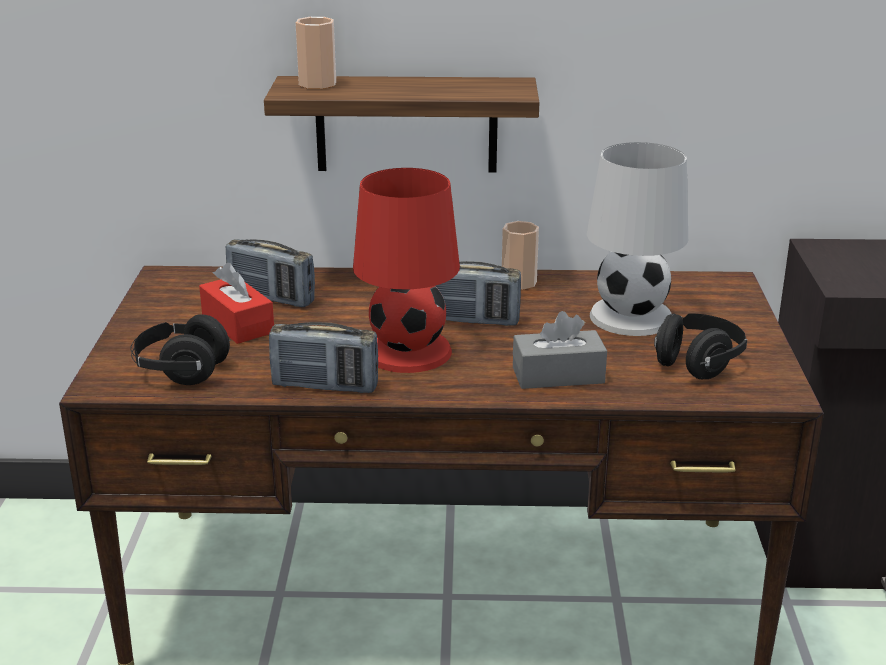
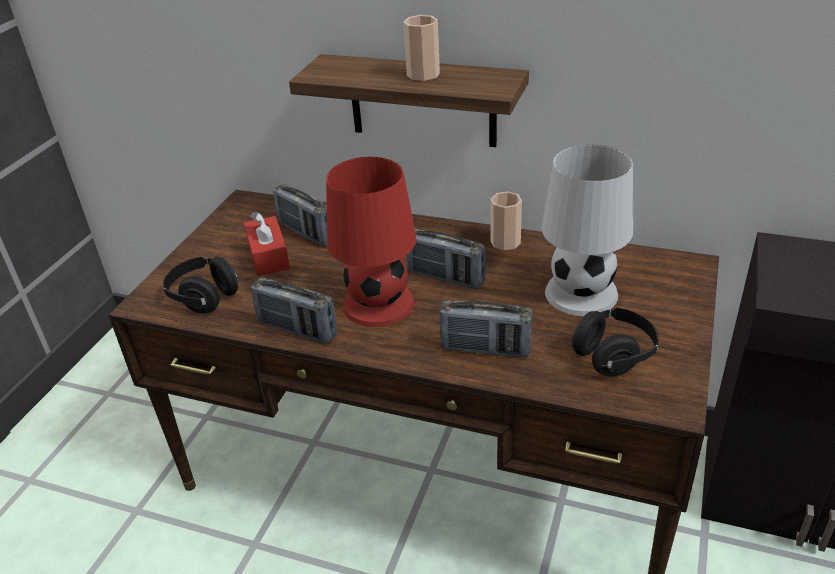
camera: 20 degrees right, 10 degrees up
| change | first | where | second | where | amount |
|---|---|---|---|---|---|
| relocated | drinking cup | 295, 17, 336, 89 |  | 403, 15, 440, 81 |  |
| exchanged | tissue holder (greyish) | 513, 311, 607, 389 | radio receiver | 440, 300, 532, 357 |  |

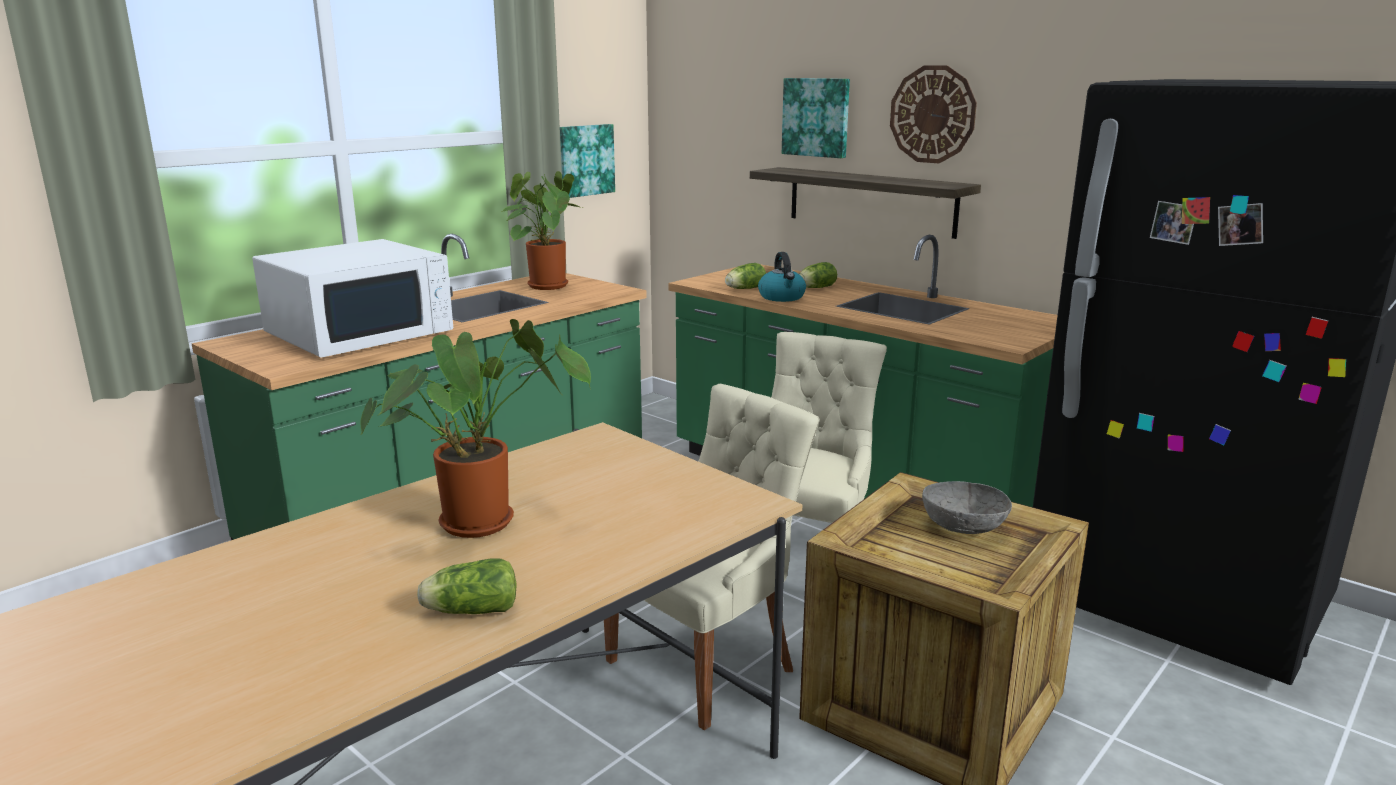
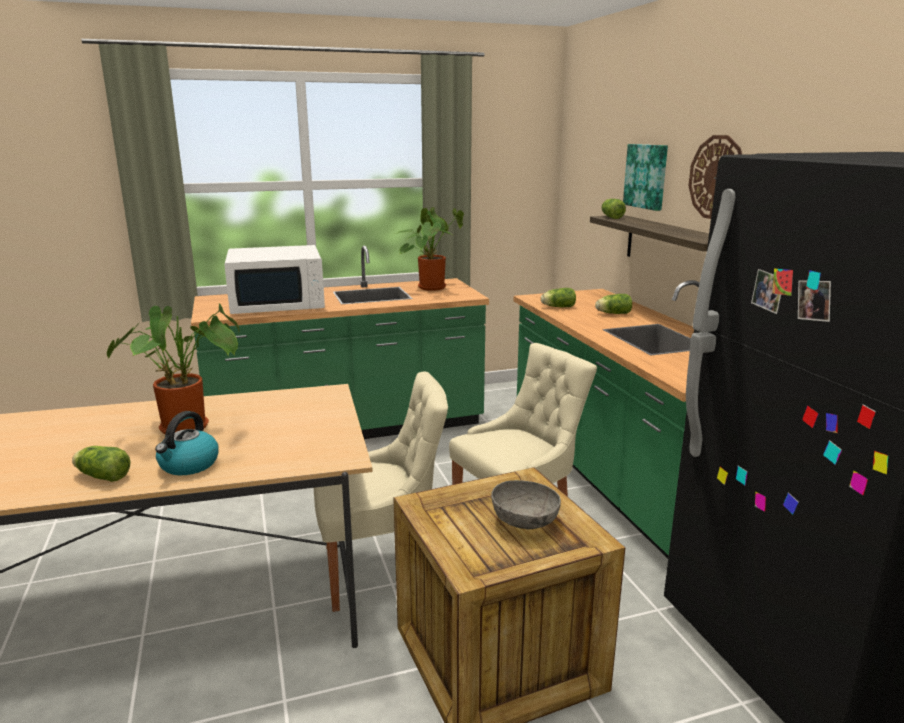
camera: 30 degrees right, 0 degrees up
| change | first | where | second | where | amount |
|---|---|---|---|---|---|
| missing | picture | 560, 124, 615, 198 |  |  |  |
| relocated | tea kettle | 758, 252, 806, 302 |  | 155, 411, 219, 475 |  |
| appeared |  |  | lettuce | 601, 199, 626, 219 |  |

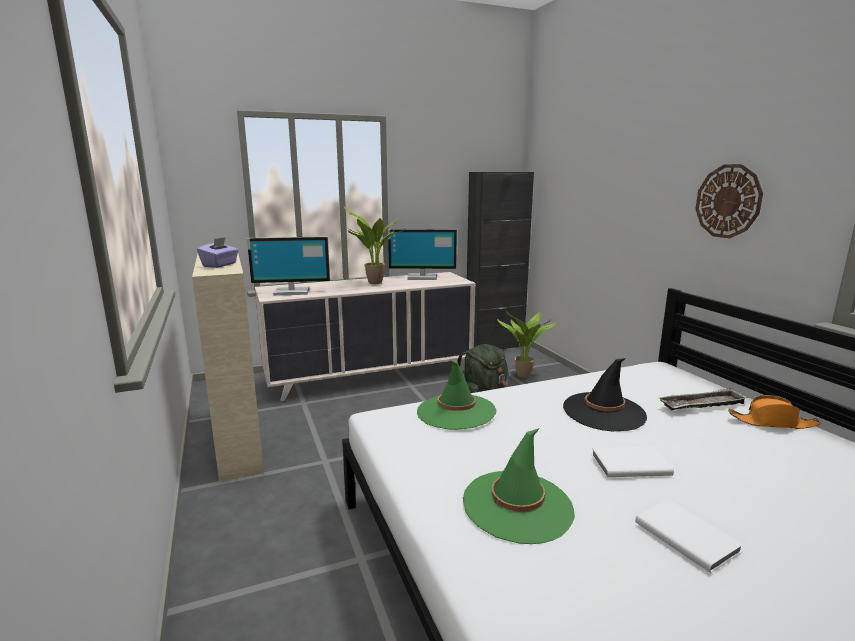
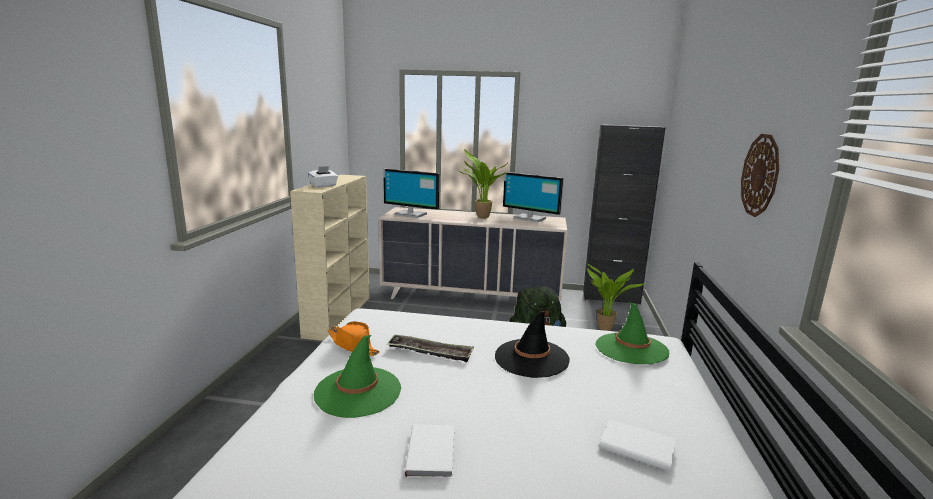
camera: 30 degrees right, 0 degrees up
| change | first | where | second | where | amount |
|---|---|---|---|---|---|
| colour | tissue holder (purplish) | 197, 237, 239, 268 | tissue holder (whitish) | 308, 166, 338, 187 |  |
| relocated | hat (greenish) | 417, 361, 496, 430 |  | 595, 302, 669, 364 |  |
| relocated | serving tray | 659, 388, 747, 410 |  | 387, 334, 474, 362 |  |
| relocated | hat (orange-coloured) | 728, 395, 821, 429 |  | 328, 321, 380, 356 |  |
| relocated | volume (whitish) | 591, 447, 674, 477 |  | 599, 419, 676, 471 |  |

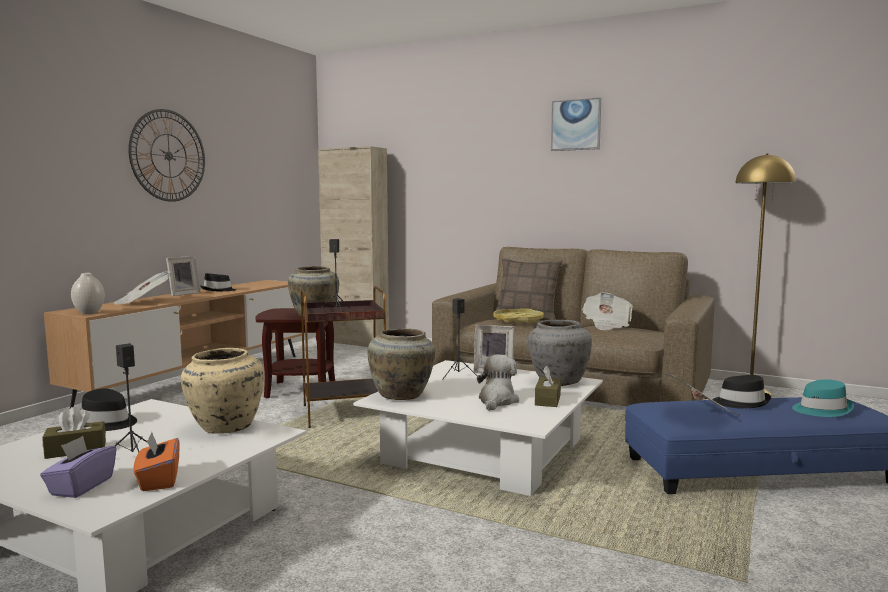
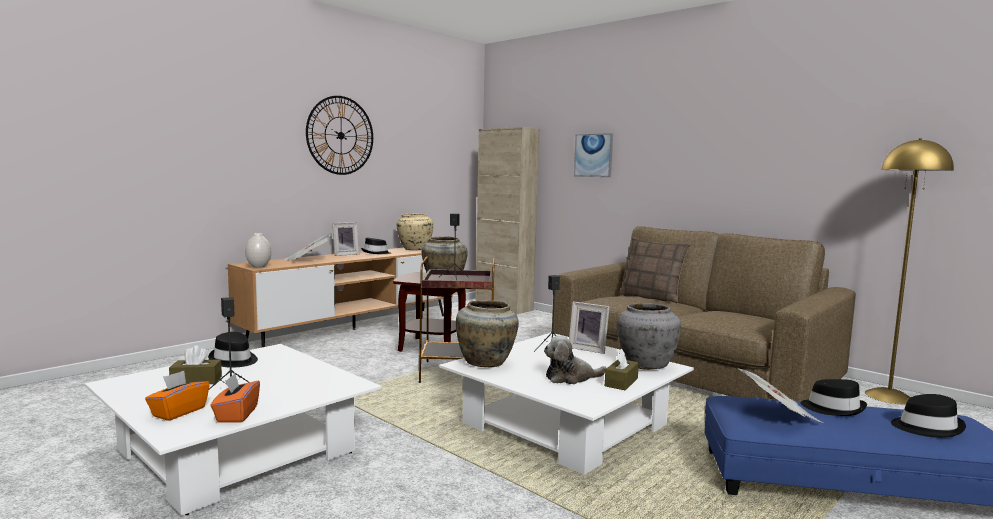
camera: 15 degrees right, 0 degrees up
| change | first | where | second | where | amount |
|---|---|---|---|---|---|
| relocated | picture | 551, 97, 601, 151 |  | 574, 133, 613, 177 |  |
| missing | daily paper | 582, 292, 633, 330 |  |  |  |
| missing | serving tray (yellow-coloured) | 494, 308, 544, 324 |  |  |  |
| relocated | decorative vase (beige-coloured) | 181, 348, 264, 434 |  | 397, 213, 433, 250 |  |
| spun | plush toy | 477, 355, 519, 411 |  | 544, 335, 606, 384 | 135 degrees counterclockwise |
| colour | hat (blue-green) | 792, 379, 854, 417 | hat (blackish) | 891, 394, 966, 438 |  |
| colour | tissue holder (purplish) | 40, 436, 117, 498 | tissue holder (orange-coloured) | 145, 371, 210, 421 |  |

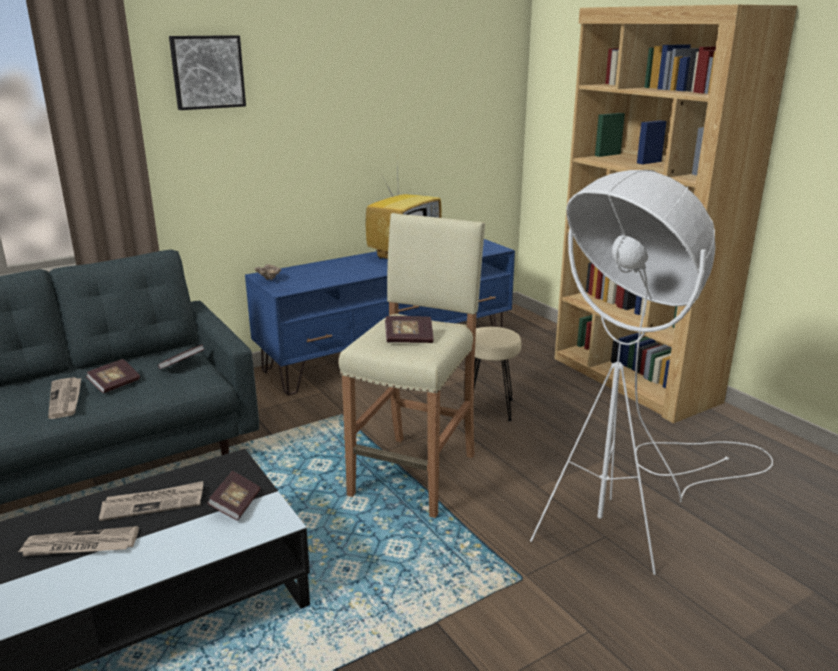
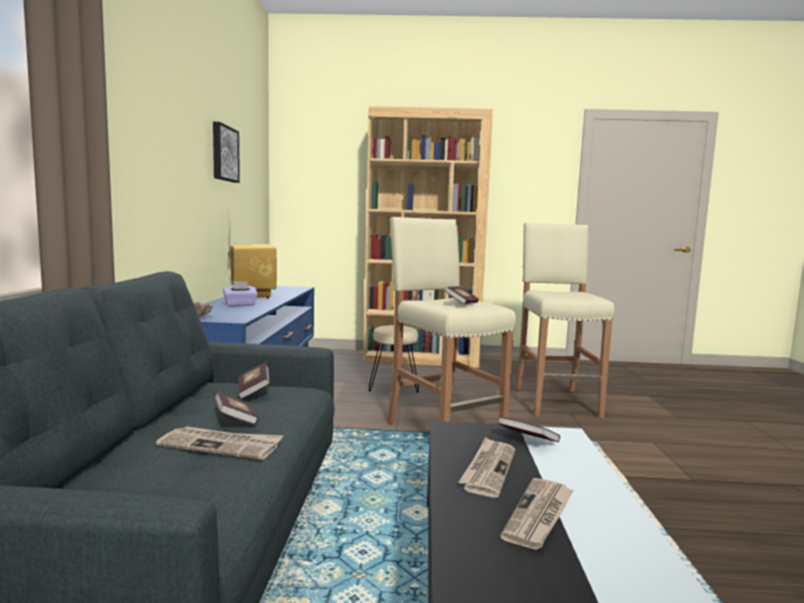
camera: 55 degrees left, 15 degrees down
| change | first | where | second | where | amount |
|---|---|---|---|---|---|
| relocated | picture | 169, 35, 246, 110 |  | 213, 122, 240, 183 |  |
| exchanged | floor lamp (whitish) | 530, 170, 773, 575 | sitting stool (beige-coloured) | 516, 223, 615, 418 |  |
| appeared |  |  | tissue holder (purplish) | 223, 281, 258, 306 |  |

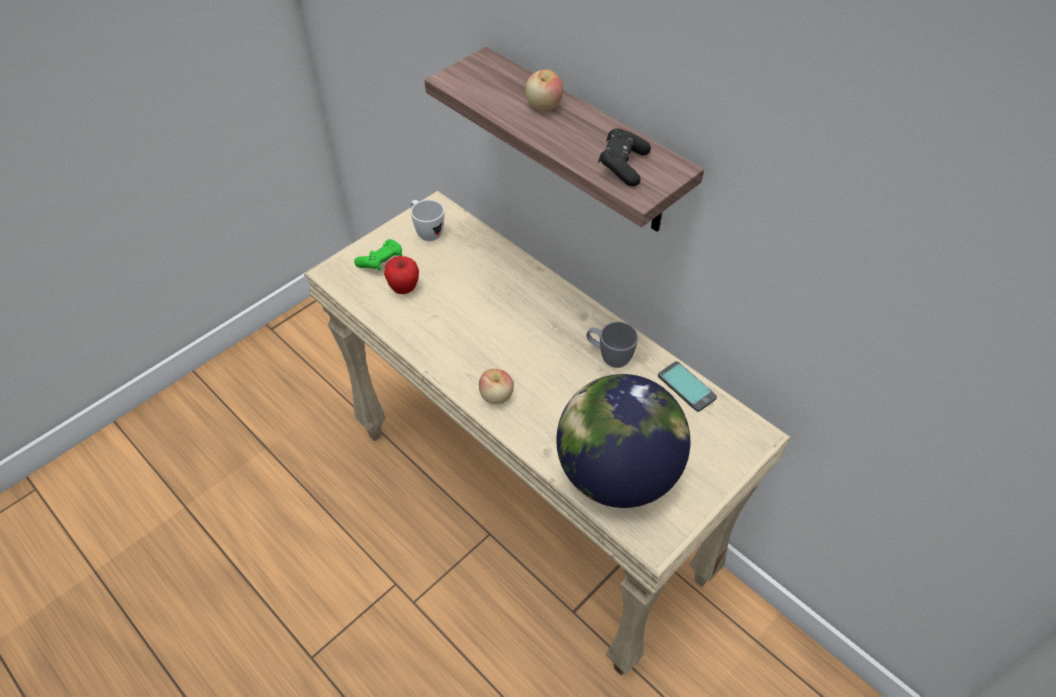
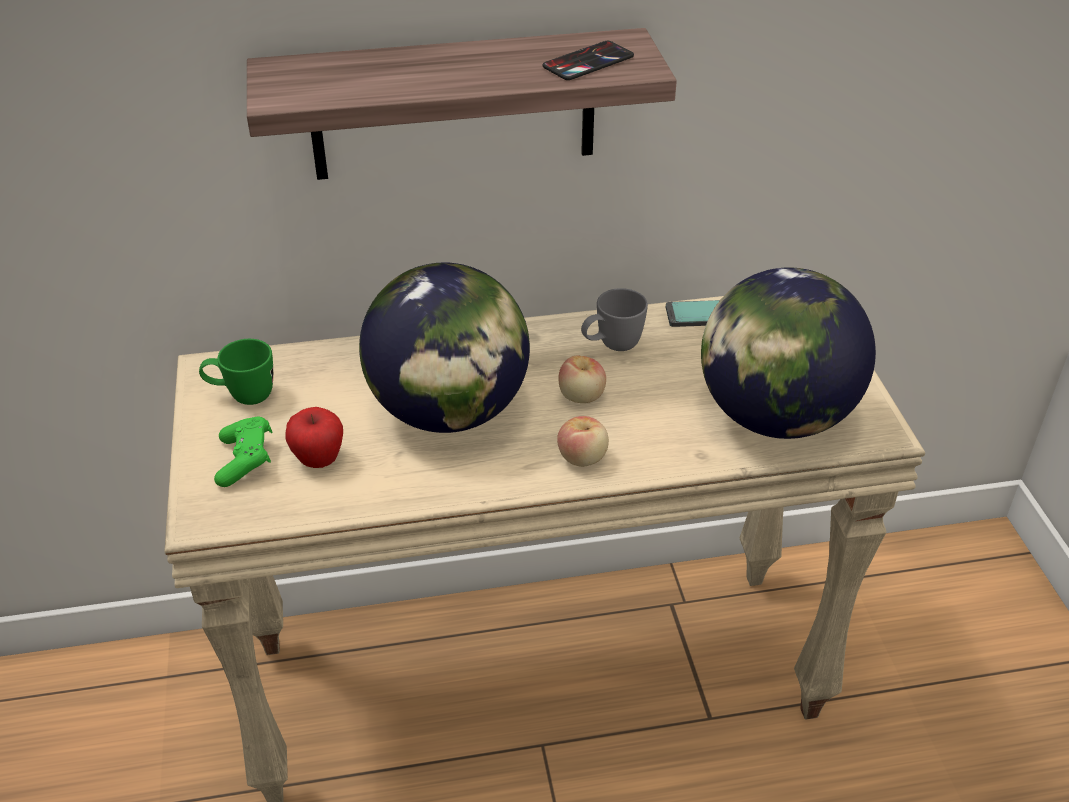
camera: 55 degrees left, 10 degrees down
| change | first | where | second | where | amount |
|---|---|---|---|---|---|
| relocated | apple fruit | 525, 69, 563, 111 |  | 559, 356, 606, 403 |  |
| exchanged | joypad (blackish) | 598, 128, 651, 186 | phone | 542, 41, 634, 80 |  |
| colour | mug (whitish) | 410, 200, 444, 241 | mug (greenish) | 199, 339, 273, 405 |  |
| appeared |  |  | desk globe | 359, 262, 530, 433 |  |

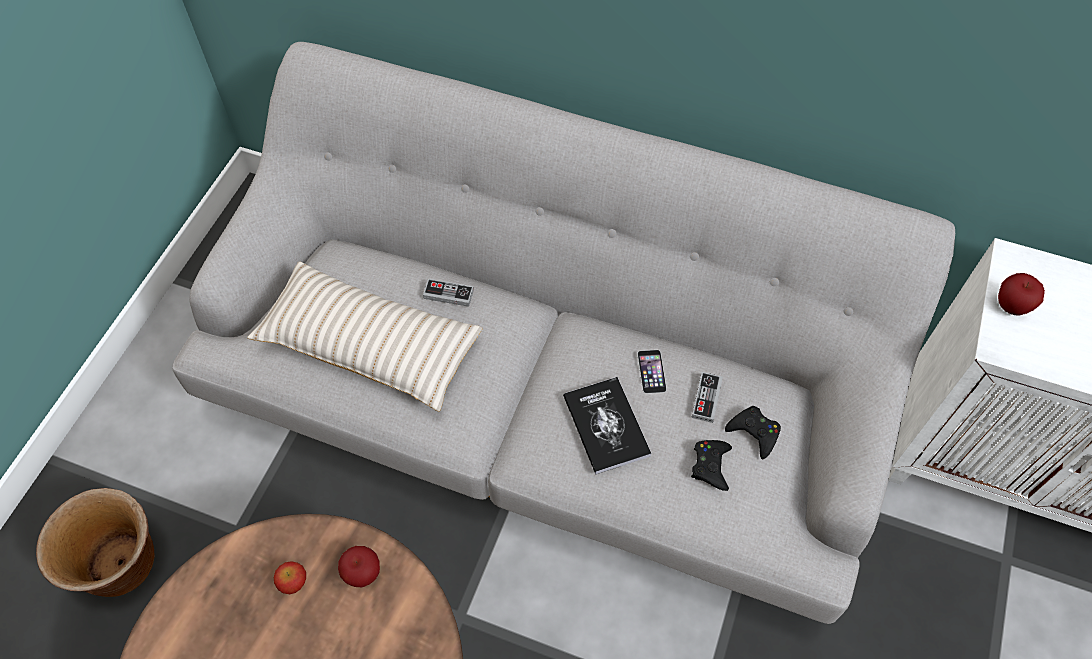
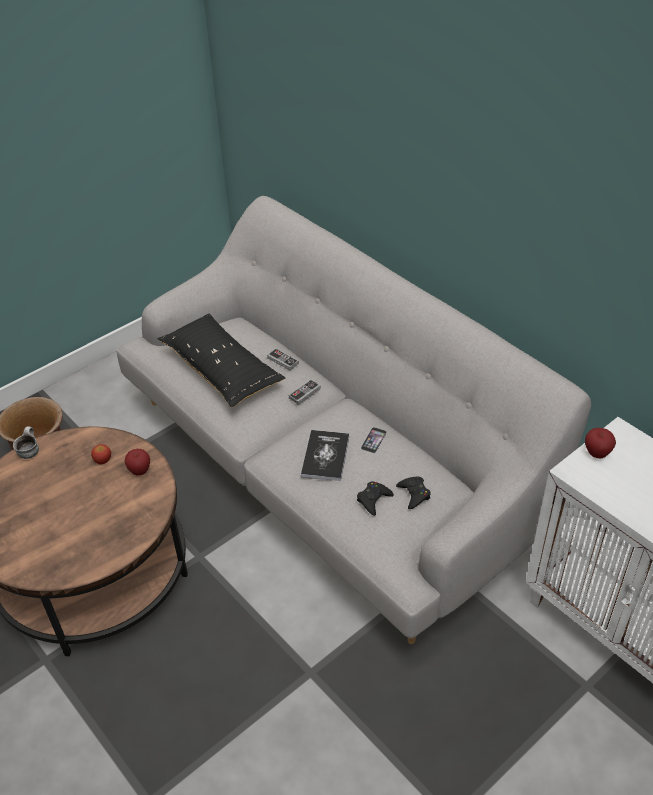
camera: 30 degrees right, 15 degrees down
| change | first | where | second | where | amount |
|---|---|---|---|---|---|
| colour | pillow (beige-coloured) | 247, 261, 483, 411 | pillow (blackish) | 157, 314, 285, 408 |  |
| relocated | joypad | 691, 372, 723, 423 |  | 289, 379, 321, 405 |  |
| appeared |  |  | mug | 13, 426, 39, 459 |  |

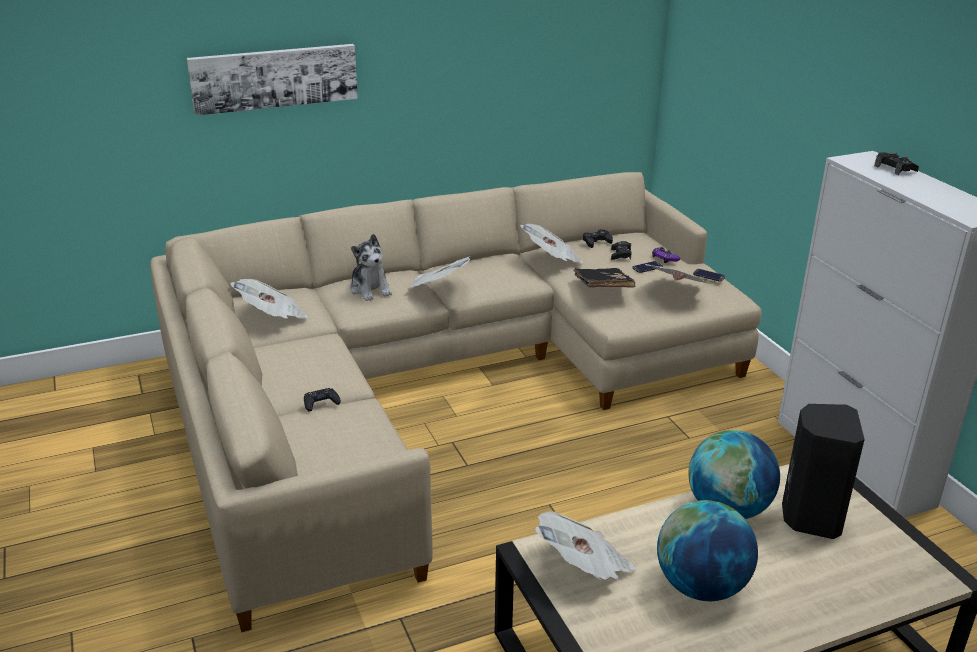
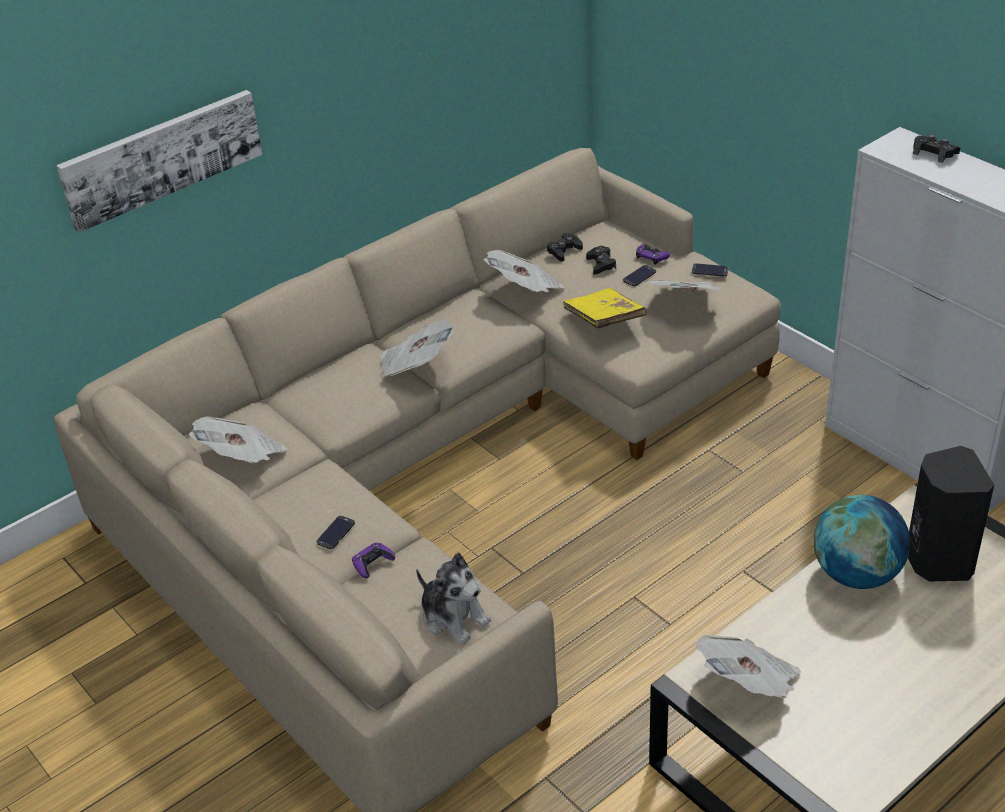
camera: 15 degrees left, 10 degrees up
| change | first | where | second | where | amount |
|---|---|---|---|---|---|
| relocated | plush toy | 350, 234, 392, 301 |  | 416, 552, 491, 645 |  |
| colour | volume (blackish) | 574, 268, 635, 288 | volume (yellow-coloured) | 562, 288, 647, 329 |  |
| colour | joypad (blackish) | 304, 388, 341, 412 | joypad (purplish) | 352, 543, 395, 578 |  |
| missing | desk globe | 657, 500, 758, 601 |  |  |  |
| appeared |  |  | phone | 316, 516, 355, 549 |  |

